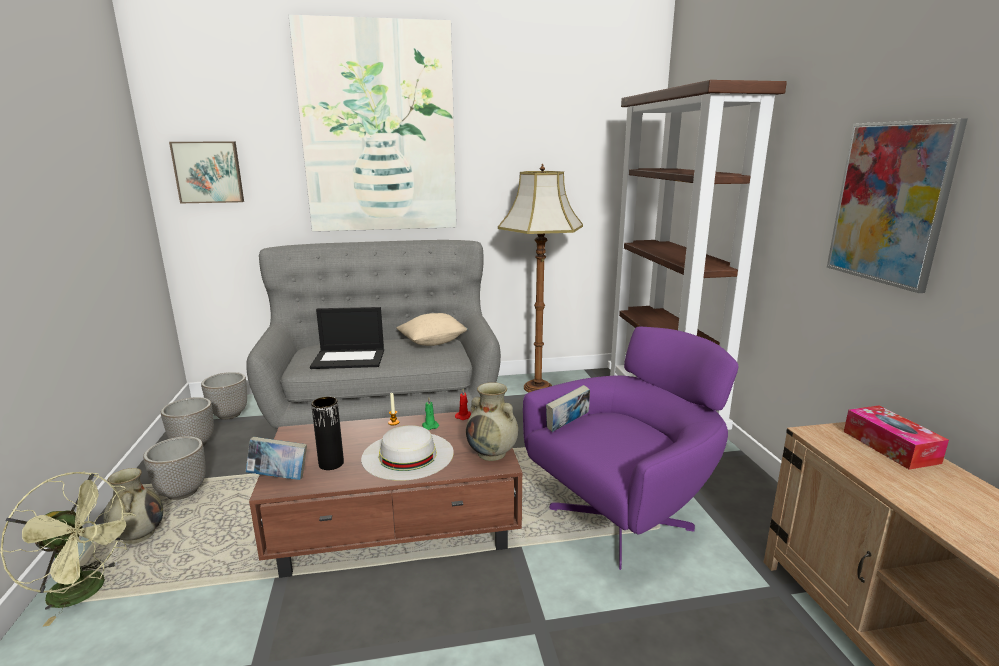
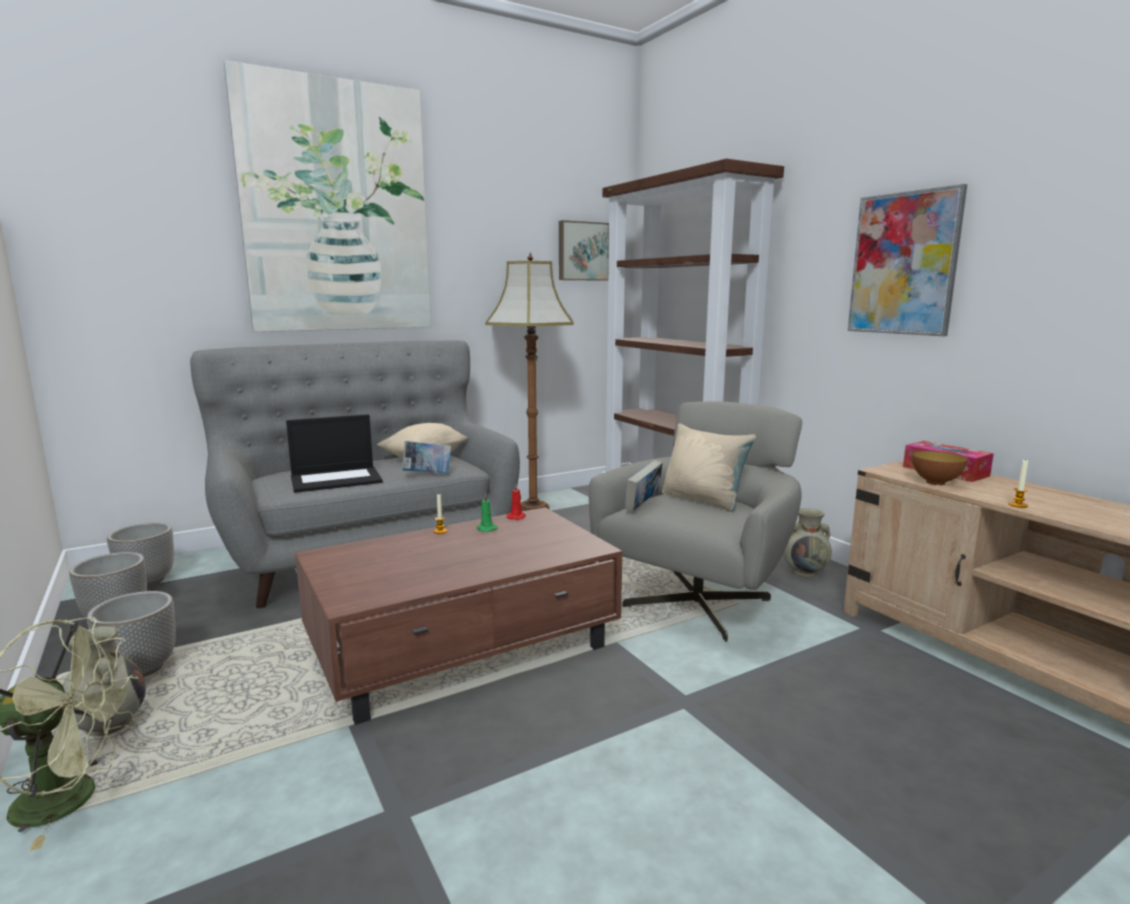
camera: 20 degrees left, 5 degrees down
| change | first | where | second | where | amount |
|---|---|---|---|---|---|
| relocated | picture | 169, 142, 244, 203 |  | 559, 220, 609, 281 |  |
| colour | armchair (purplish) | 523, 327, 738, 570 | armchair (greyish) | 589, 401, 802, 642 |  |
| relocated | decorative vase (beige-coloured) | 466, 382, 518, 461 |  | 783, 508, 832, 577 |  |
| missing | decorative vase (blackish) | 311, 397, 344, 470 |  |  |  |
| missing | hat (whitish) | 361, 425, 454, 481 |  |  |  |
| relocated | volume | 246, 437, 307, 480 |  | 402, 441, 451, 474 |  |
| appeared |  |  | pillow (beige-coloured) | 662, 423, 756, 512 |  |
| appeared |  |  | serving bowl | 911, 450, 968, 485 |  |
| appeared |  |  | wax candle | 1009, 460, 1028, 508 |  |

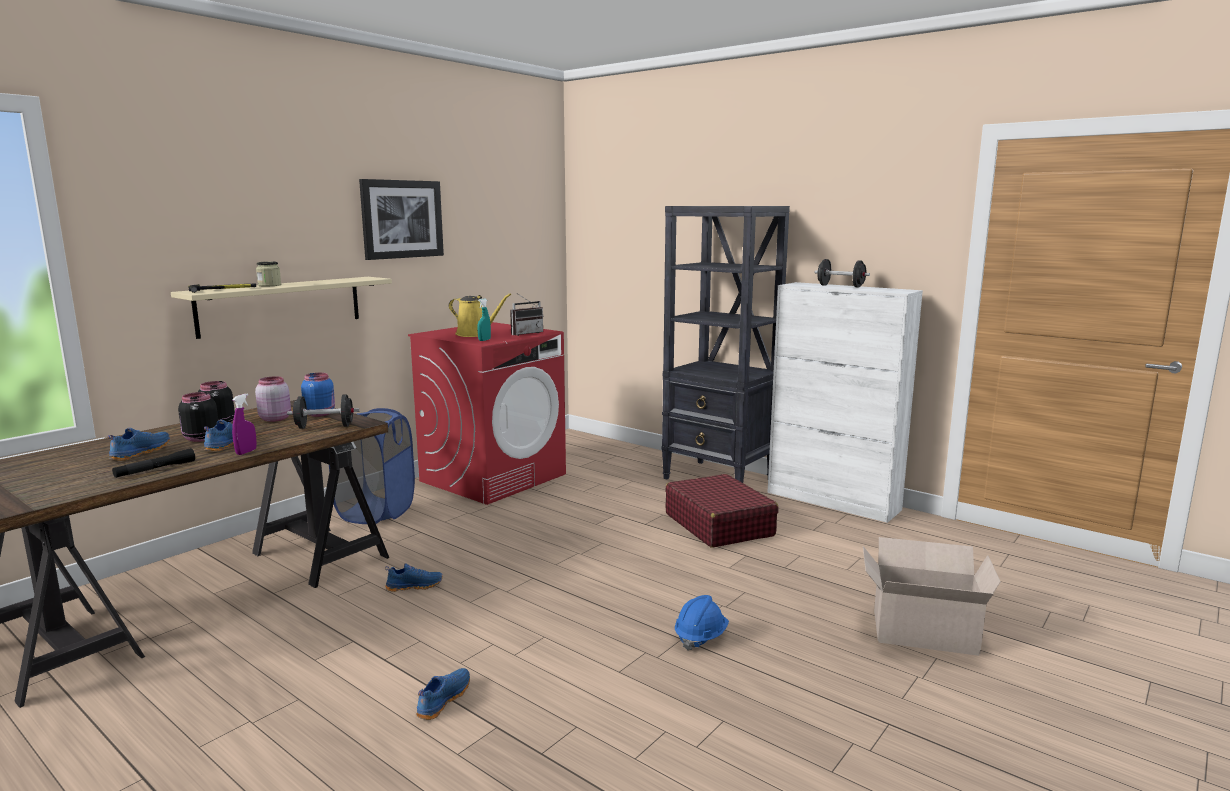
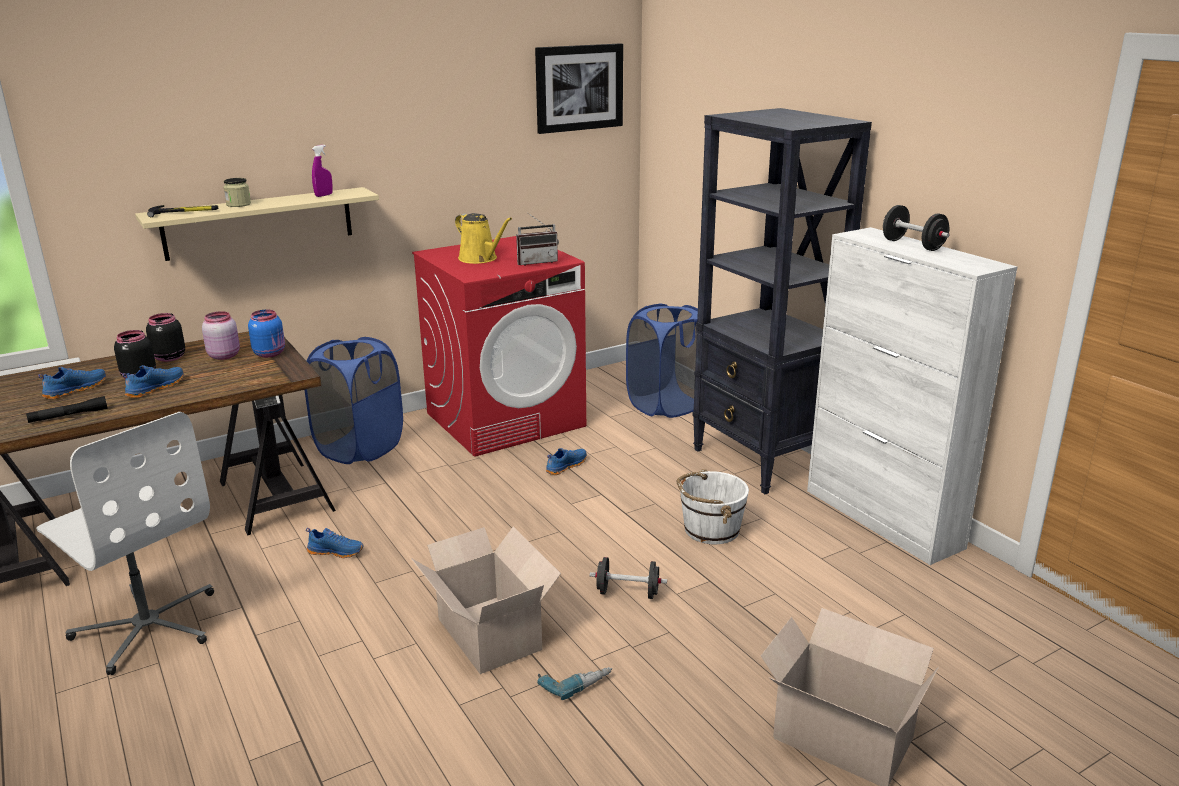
camera: 20 degrees right, 10 degrees up
| change | first | where | second | where | amount |
|---|---|---|---|---|---|
| relocated | picture | 359, 179, 444, 260 |  | 535, 43, 623, 134 |  |
| missing | sprayer (blue-green) | 478, 299, 491, 341 |  |  |  |
| relocated | sprayer (purplish) | 232, 393, 257, 455 |  | 312, 145, 333, 197 |  |
| relocated | dumbbell (blackish) | 287, 394, 360, 429 |  | 590, 557, 667, 599 |  |
| exchanged | suitcase (red) | 665, 474, 779, 548 | water bucket (whitish) | 676, 469, 749, 544 |  |
| exchanged | work helmet (bluish) | 675, 595, 729, 651 | drill | 537, 667, 612, 700 |  |
| relocated | item of footwear (bluish) | 416, 668, 470, 720 |  | 546, 448, 587, 475 |  |
| appeared |  |  | laundry basket (bluish) | 626, 303, 698, 418 |  |
| appeared |  |  | desk chair (whitish) | 36, 412, 214, 675 |  |
| appeared |  |  | carton | 411, 527, 561, 674 |  |

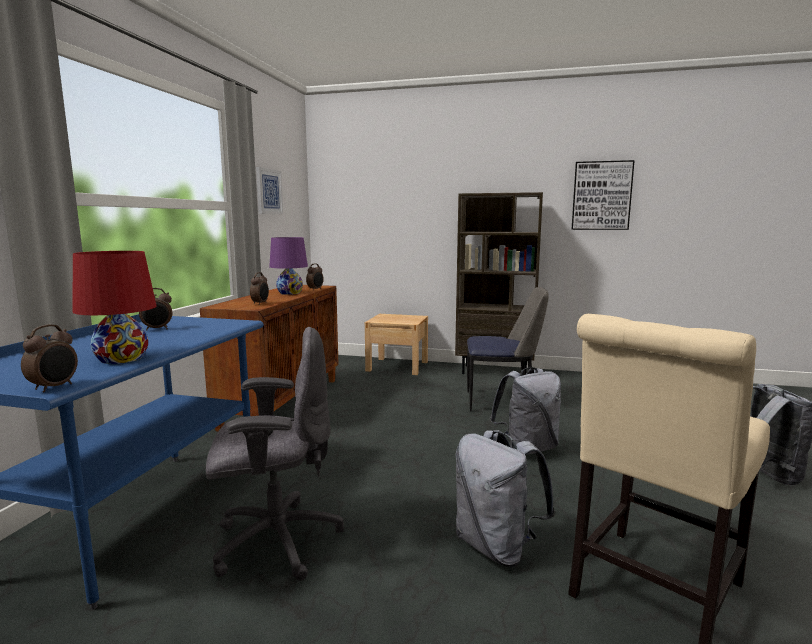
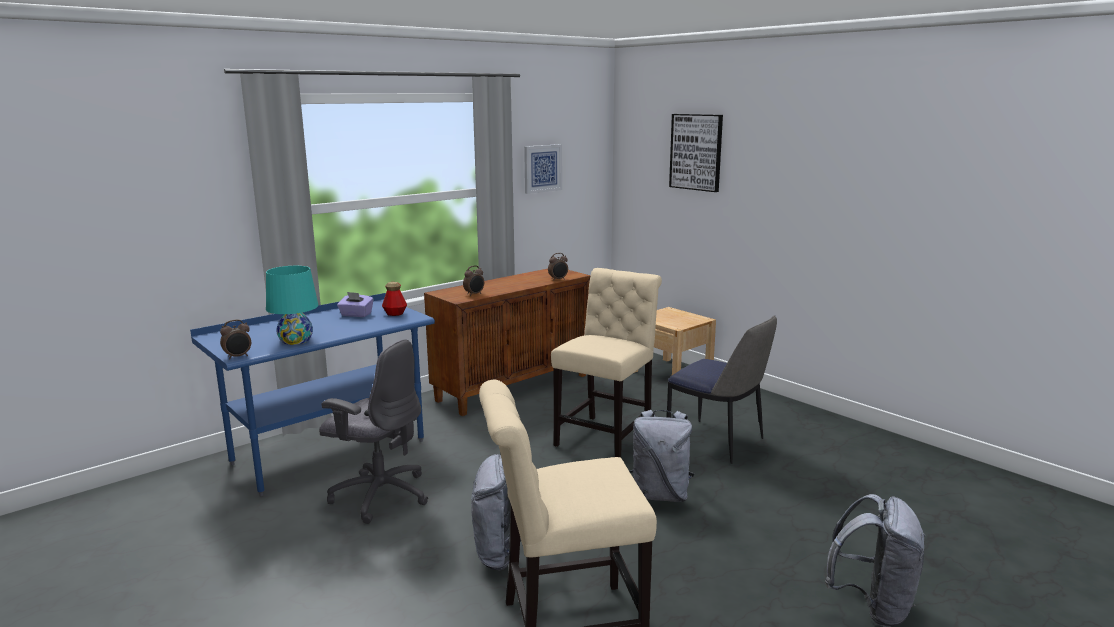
camera: 35 degrees right, 5 degrees up
| change | first | where | second | where | amount |
|---|---|---|---|---|---|
| relocated | picture | 571, 160, 635, 230 |  | 669, 114, 723, 192 |  |
| missing | bookshelf (brownish) | 455, 192, 543, 375 |  |  |  |
| missing | table lamp (purplish) | 269, 237, 308, 295 |  |  |  |
| colour | table lamp (red) | 73, 251, 157, 364 | table lamp (blue-green) | 266, 266, 318, 345 |  |
| exchanged | alarm clock | 139, 288, 172, 330 | tissue holder (purplish) | 337, 292, 374, 317 |  |
| appeared |  |  | chair (beige-coloured) | 551, 268, 662, 458 |  |
| appeared |  |  | drink bottle | 382, 282, 407, 316 |  |

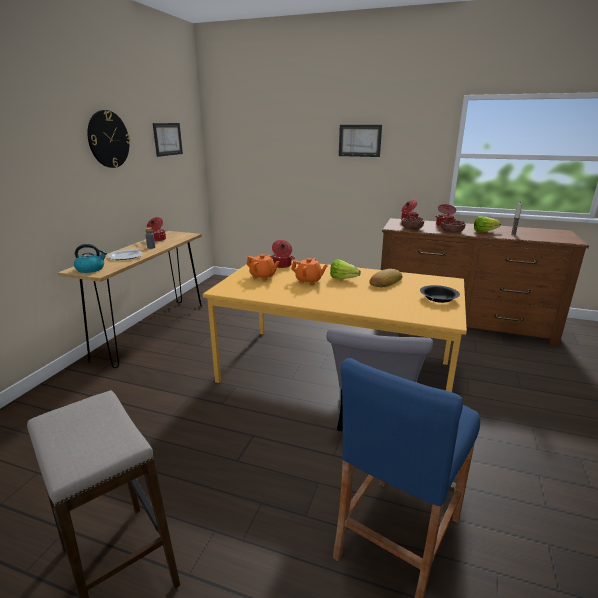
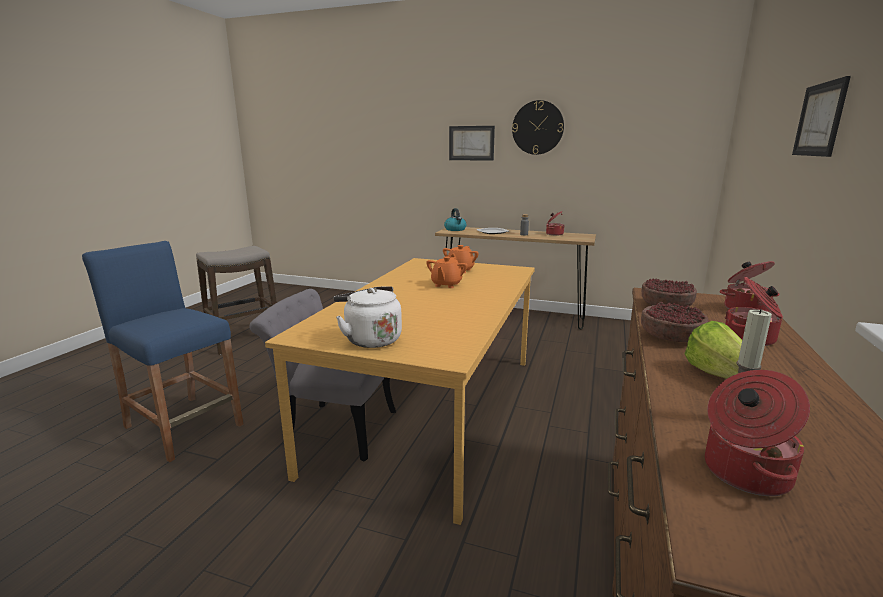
camera: 90 degrees right, 5 degrees down
| change | first | where | second | where | amount |
|---|---|---|---|---|---|
| relocated | picture | 153, 123, 183, 157 |  | 449, 126, 495, 161 |  |
| relocated | cooking pot | 272, 240, 295, 268 |  | 705, 370, 810, 496 |  |
| missing | lettuce | 330, 260, 361, 279 |  |  |  |
| missing | bakery bread | 369, 269, 403, 287 |  |  |  |
| exchanged | serving bowl (blackish) | 420, 285, 460, 303 | tea kettle (whitish) | 334, 286, 402, 348 |  |

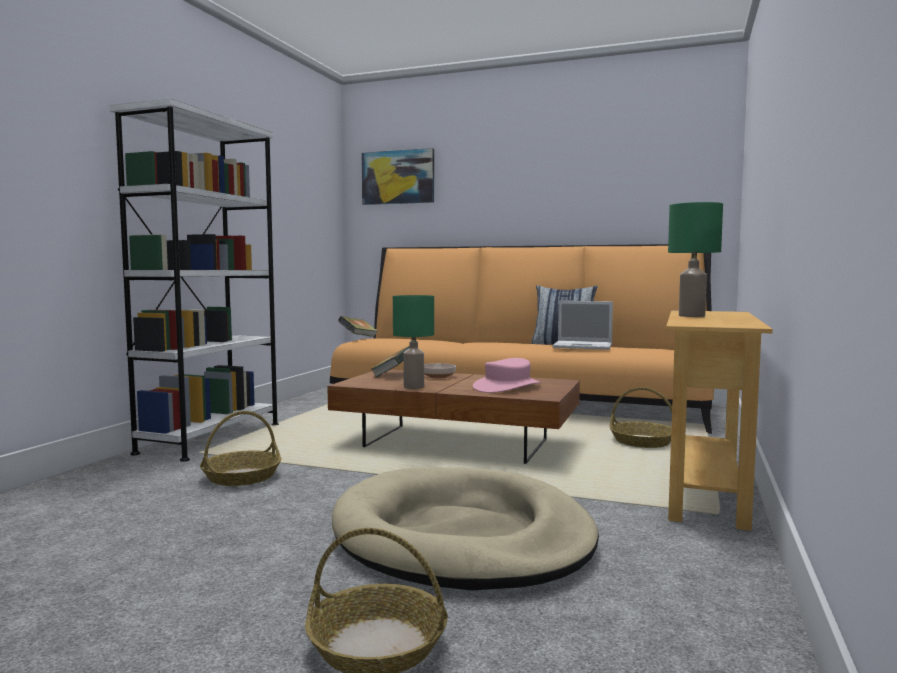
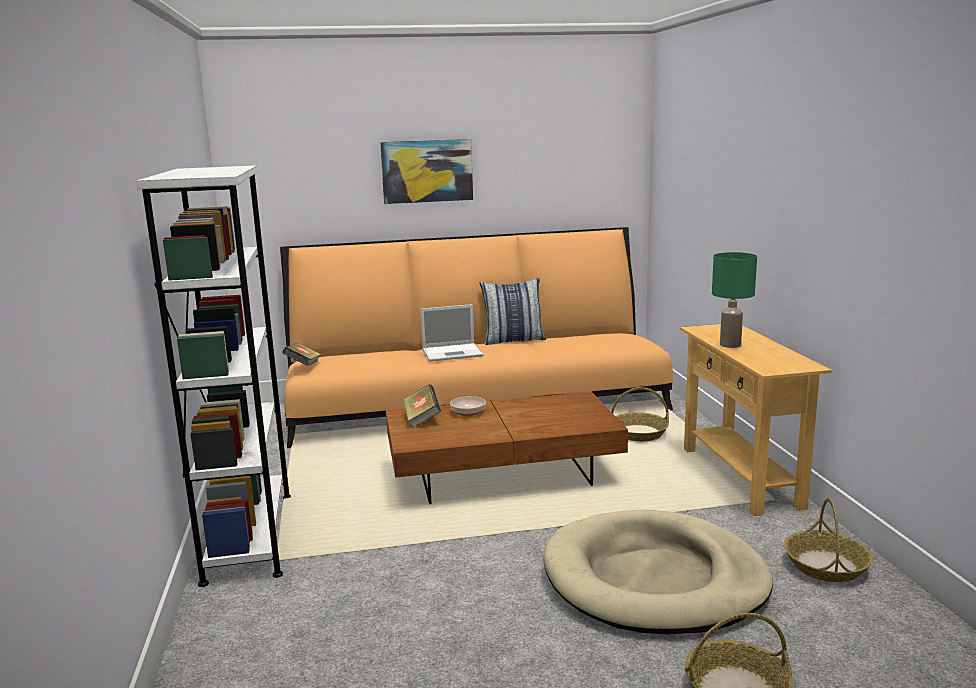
camera: 30 degrees left, 10 degrees up
| change | first | where | second | where | amount |
|---|---|---|---|---|---|
| relocated | picture | 362, 148, 434, 205 |  | 380, 139, 473, 204 |  |
| missing | table lamp (greenish) | 393, 295, 434, 389 |  |  |  |
| relocated | laptop | 553, 301, 613, 350 |  | 420, 304, 483, 362 |  |
| missing | hat (pink-coloured) | 473, 358, 541, 393 |  |  |  |
| relocated | household basket | 200, 411, 281, 486 |  | 784, 498, 873, 582 |  |

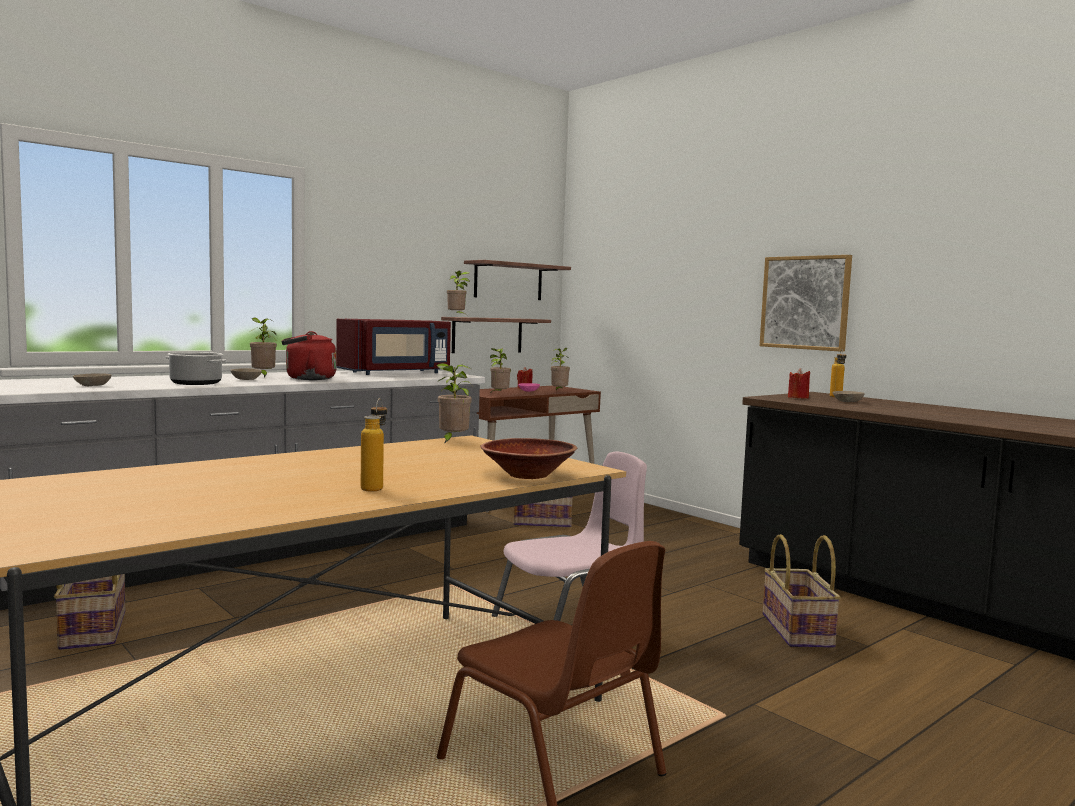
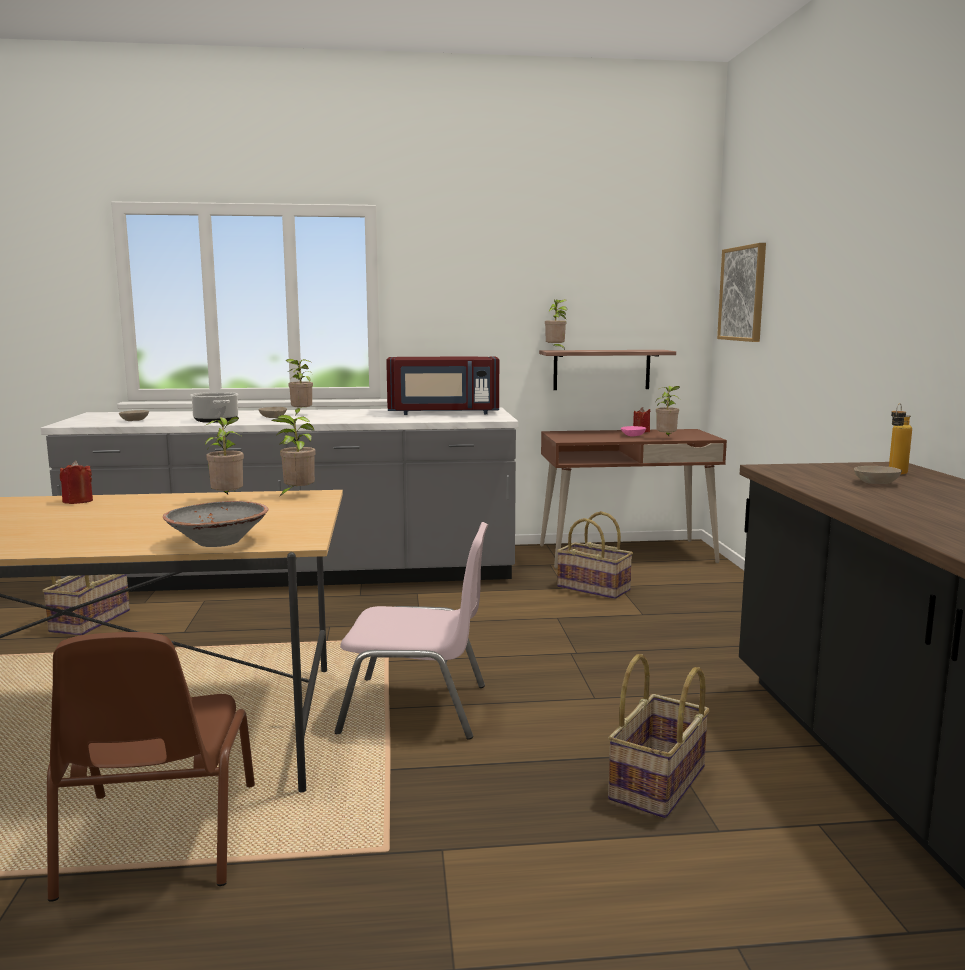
camera: 35 degrees right, 5 degrees up
| change | first | where | second | where | amount |
|---|---|---|---|---|---|
| relocated | picture | 760, 255, 852, 352 |  | 717, 243, 766, 342 |  |
| missing | shelf | 464, 260, 571, 300 |  |  |  |
| missing | tea kettle (red) | 281, 331, 337, 380 |  |  |  |
| relocated | houseplant | 490, 348, 511, 394 |  | 205, 417, 244, 495 |  |
| relocated | wax candle (red) | 788, 368, 810, 399 |  | 60, 461, 93, 504 |  |
| missing | drink bottle | 361, 398, 387, 491 |  |  |  |
| colour | serving bowl (brownish) | 480, 438, 577, 479 | serving bowl (greyish) | 163, 501, 268, 547 |  |

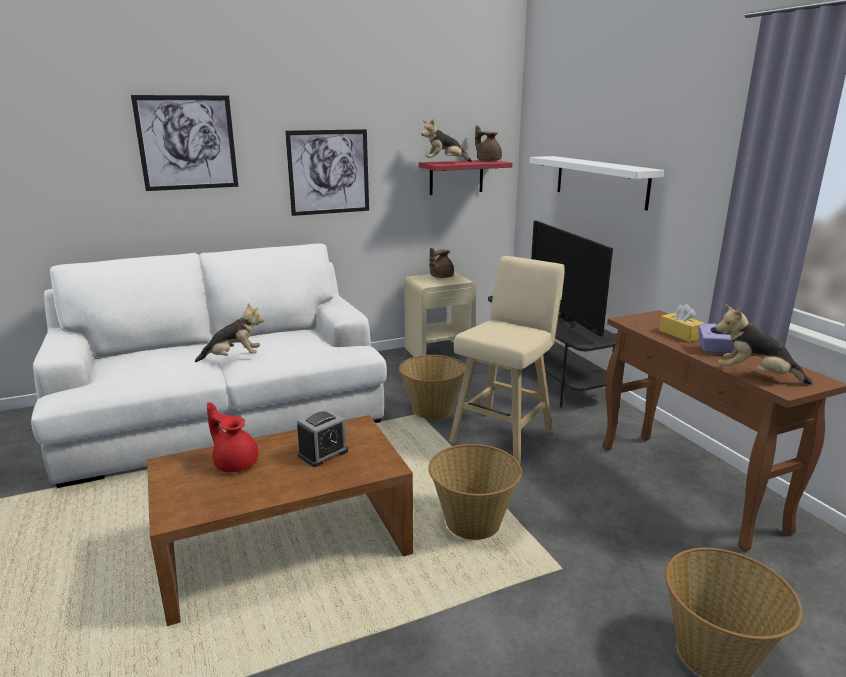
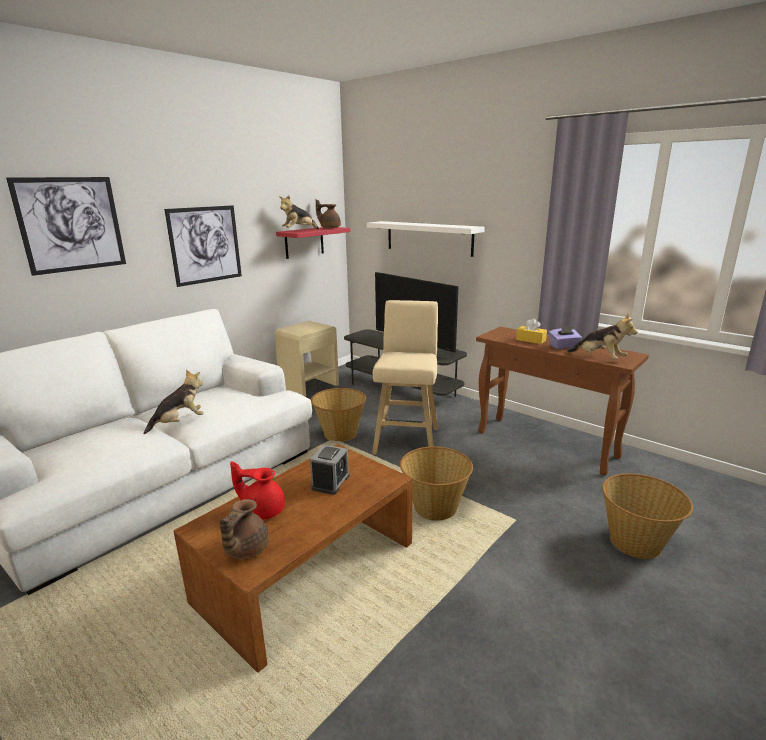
camera: 25 degrees left, 0 degrees up
| change | first | where | second | where | amount |
|---|---|---|---|---|---|
| relocated | teapot (brownish) | 429, 248, 454, 278 |  | 219, 499, 269, 559 |  |
| spun | plush toy | 715, 304, 813, 385 |  | 567, 314, 638, 359 | 135 degrees counterclockwise |

